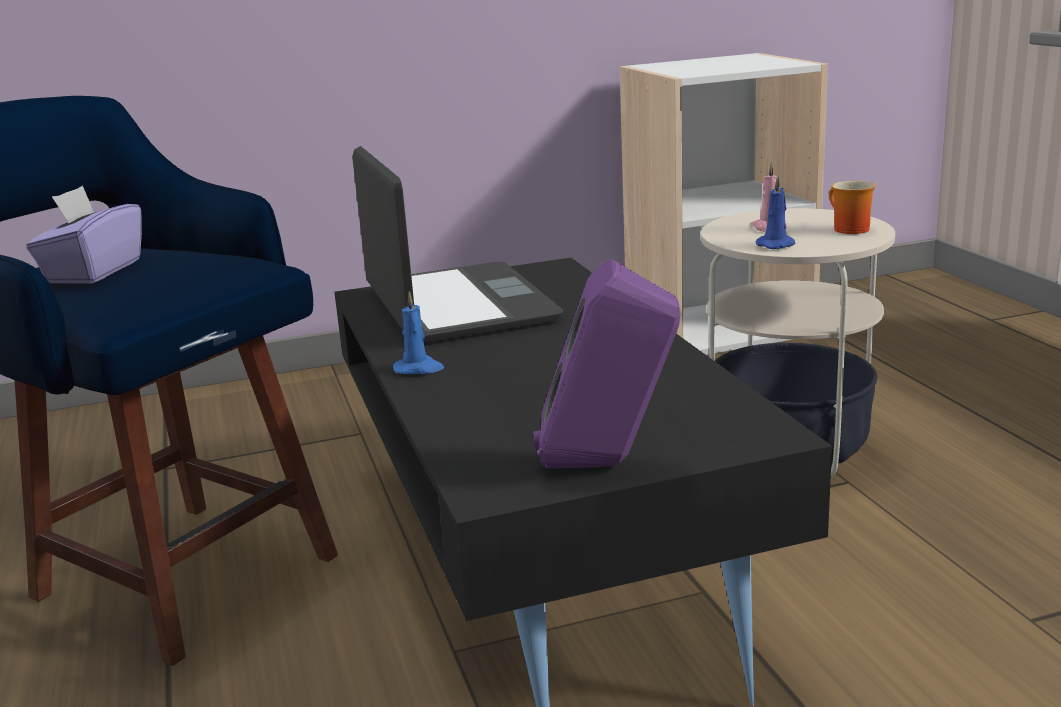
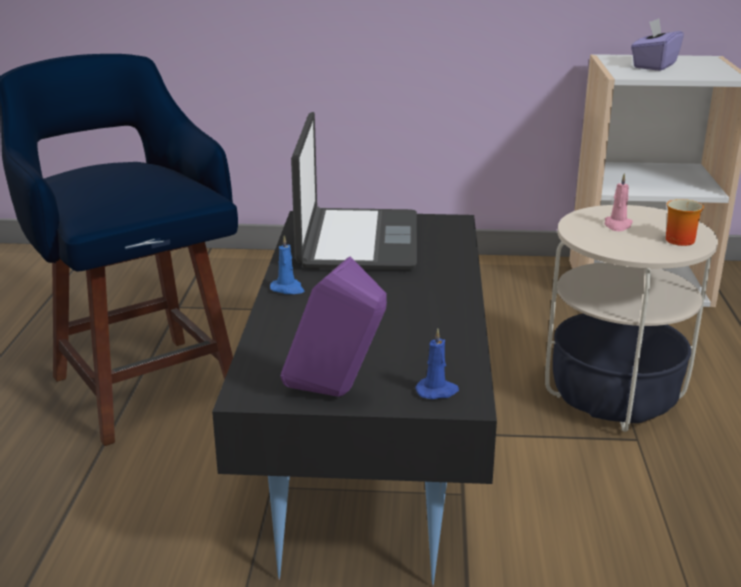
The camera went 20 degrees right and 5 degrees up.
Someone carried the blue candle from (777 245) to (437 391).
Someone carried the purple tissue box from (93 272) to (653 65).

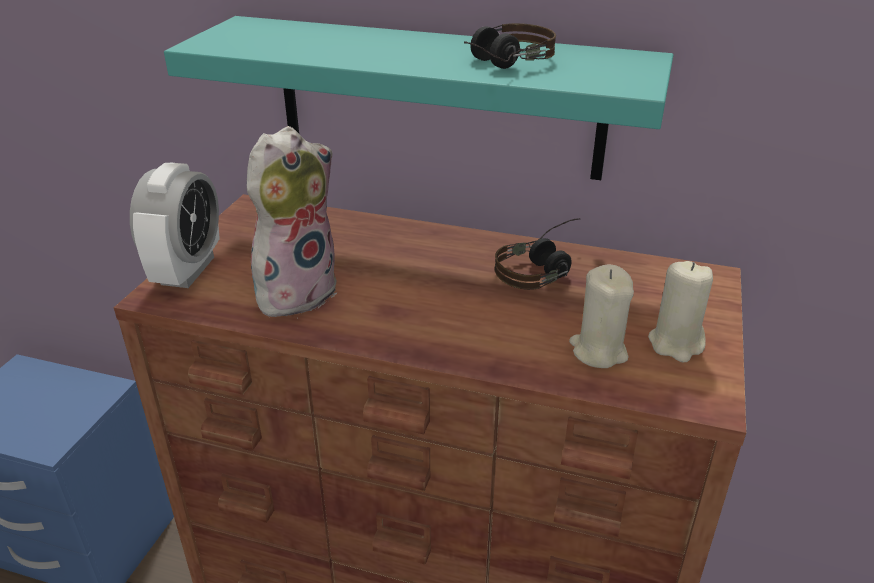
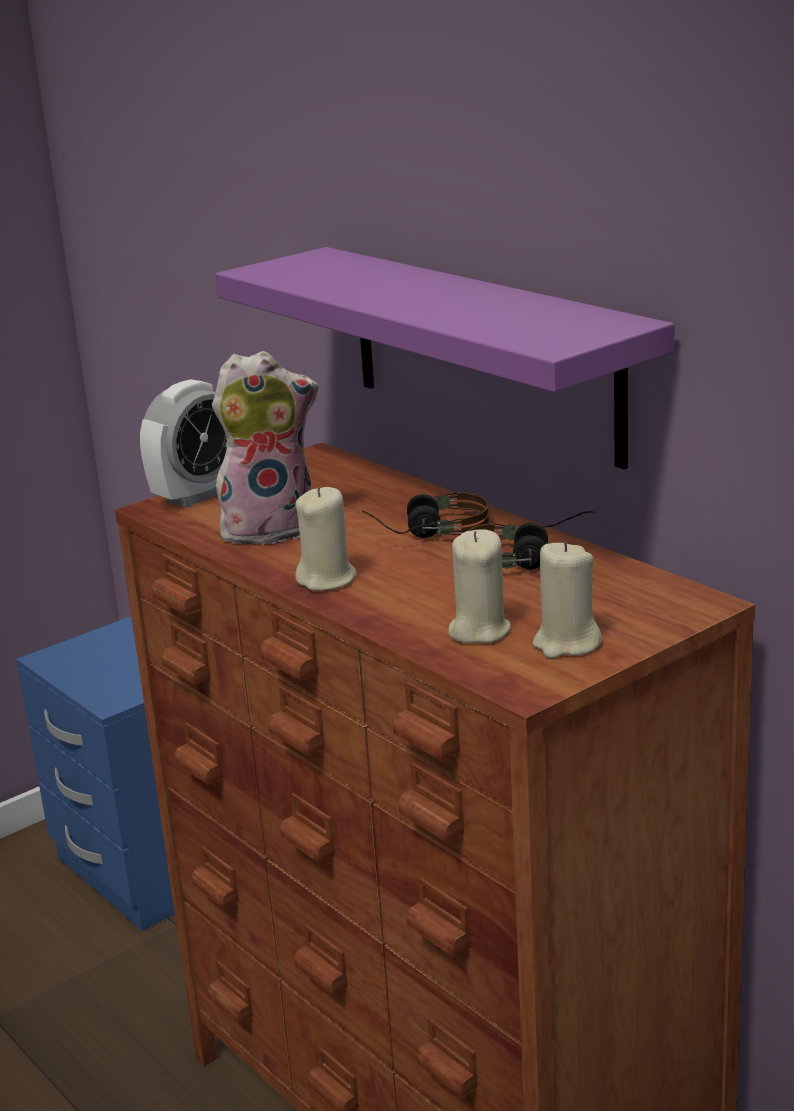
The camera went 35 degrees right and 10 degrees down.
Someone repainted the turquoise shelf at (438 98), which became the purple shelf at (483 352).
Someone carried the headphones from (499 64) to (427 532).
Someone put down the beige candle at (327 579).

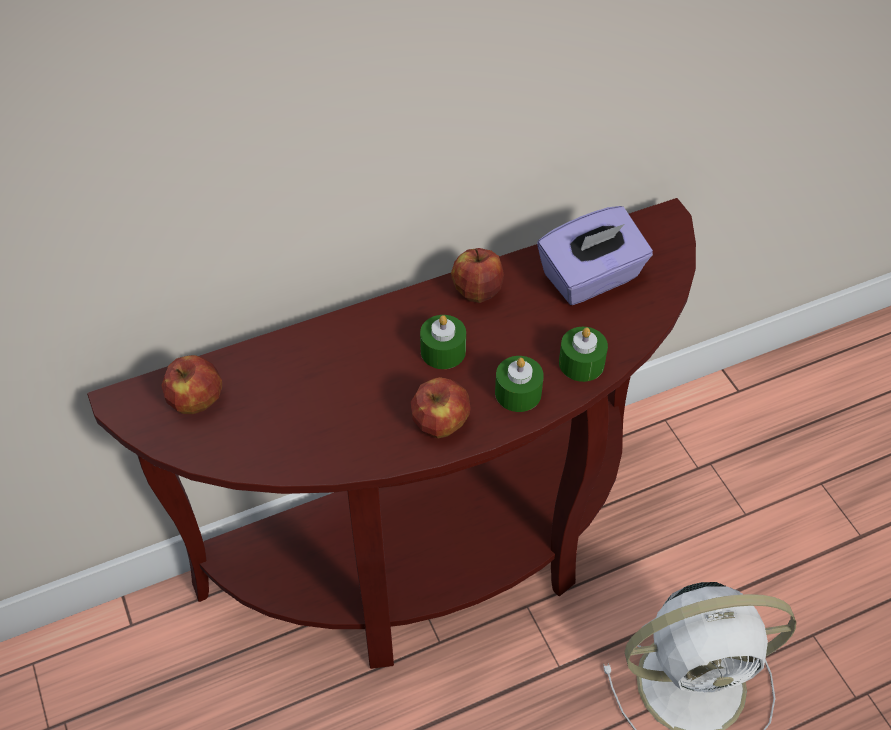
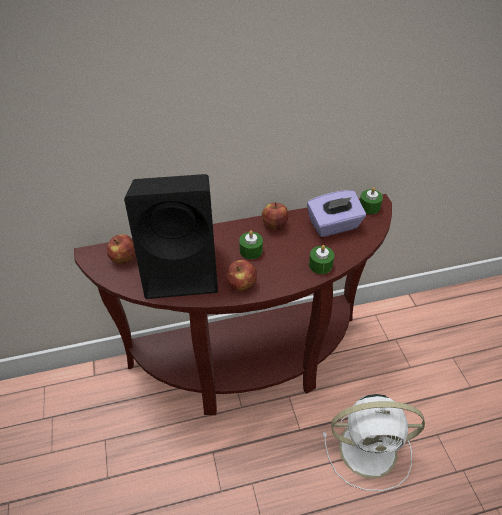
The camera went 10 degrees right and 5 degrees down.
Someone carried the green candle from (518 393) to (369 207).
Someone put down the black speaker at (183 268).

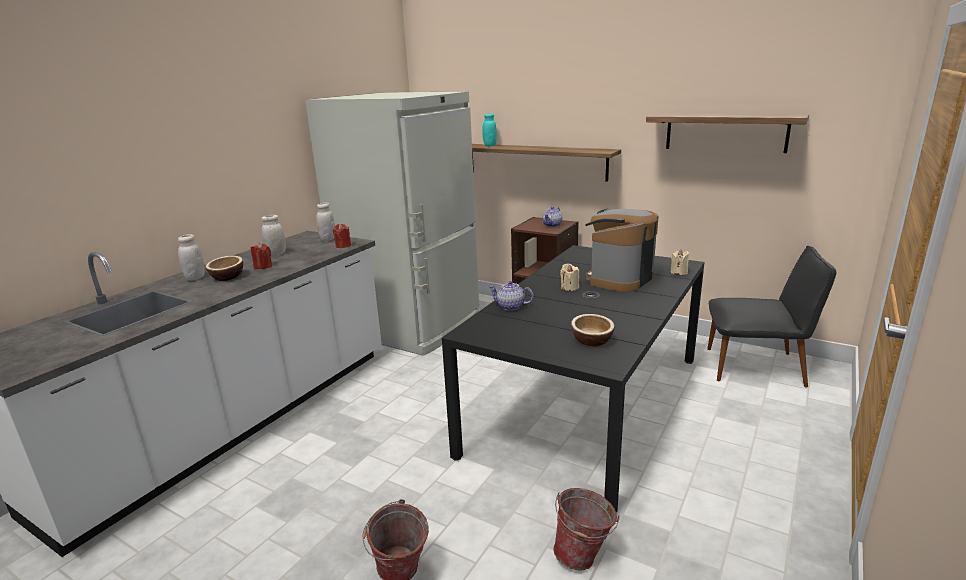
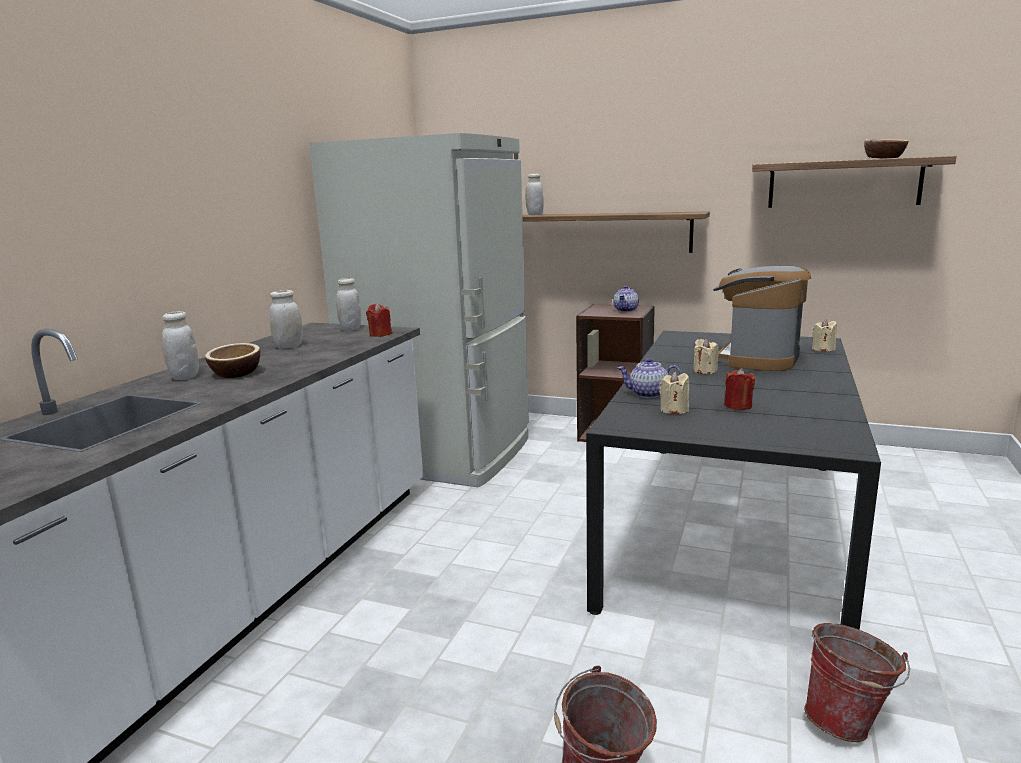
The camera went 10 degrees left and 5 degrees down.
Someone repainted the turquoise jar at (490 145), which became the white jar at (534 215).
Someone carried the red candle from (263 266) to (738 406).
Someone took away the black chair at (754 366).
Someone carried the bowl from (591 340) to (883 158).
Someone put down the beige candle at (674 410).

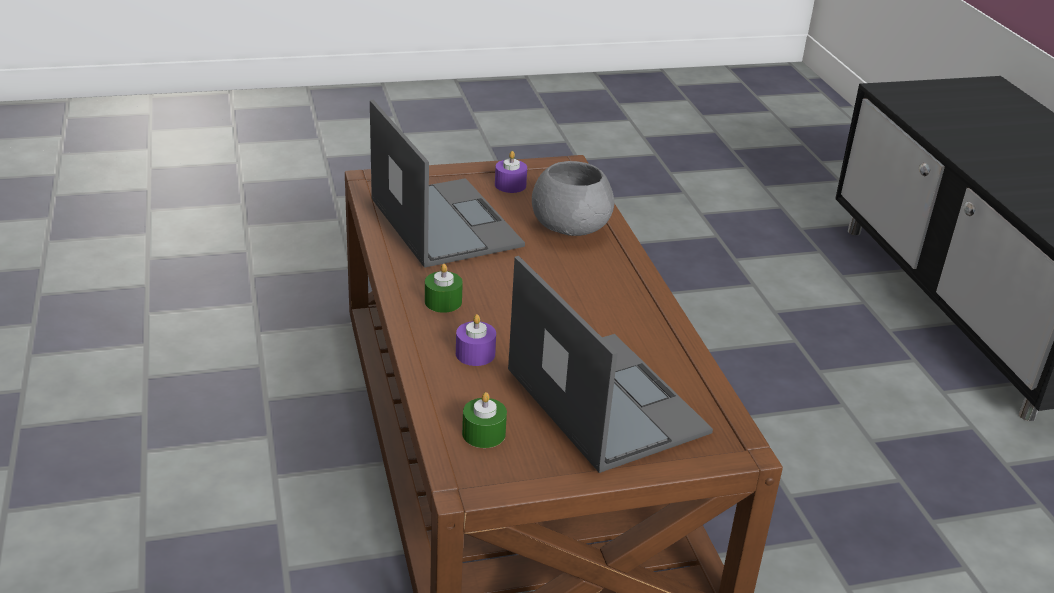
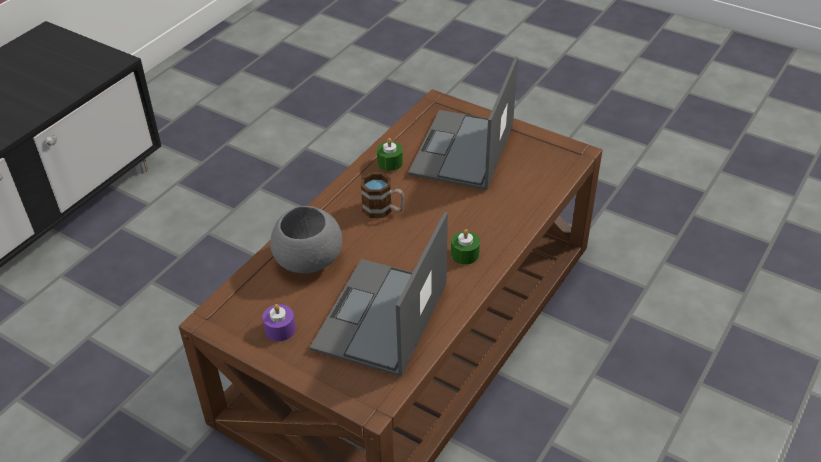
The camera went 130 degrees left and 10 degrees up.
Someone took away the purple candle at (475 354).
Someone carried the green candle from (483 433) to (390 162).
Someone put down the mug at (383 210).

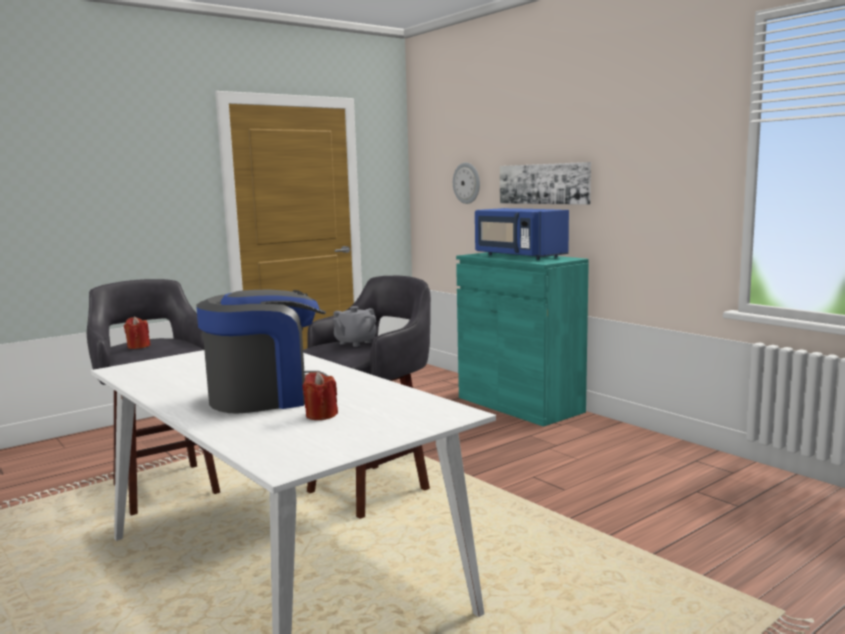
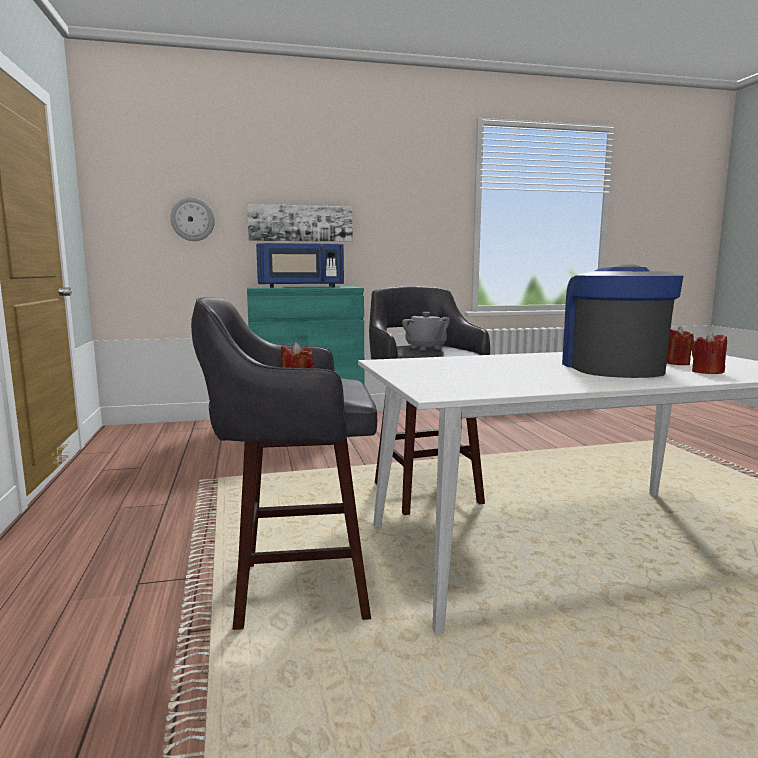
The camera went 65 degrees left and 0 degrees up.
Someone put down the red candle at (707 372).

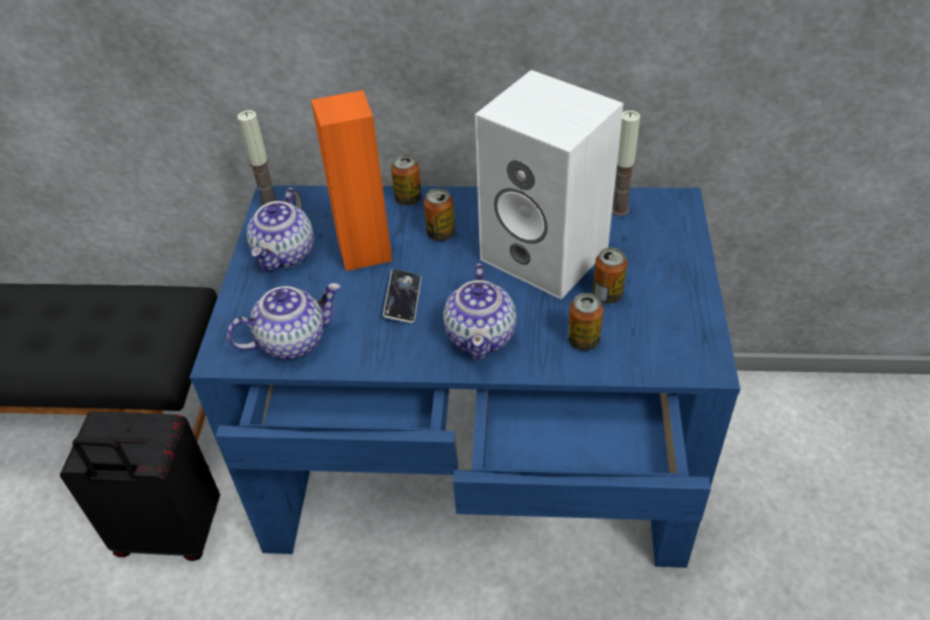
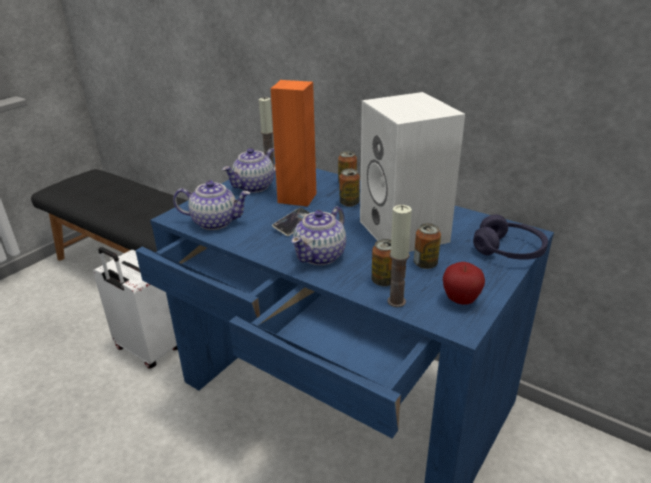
The camera went 30 degrees right and 15 degrees down.
Someone carried the candle from (619 209) to (396 301).
Someone repainted the black suitcase at (169 535), which became the white suitcase at (148 350).
Someone put down the purple headphones at (508 250).
Someone put down the apple at (460 300).

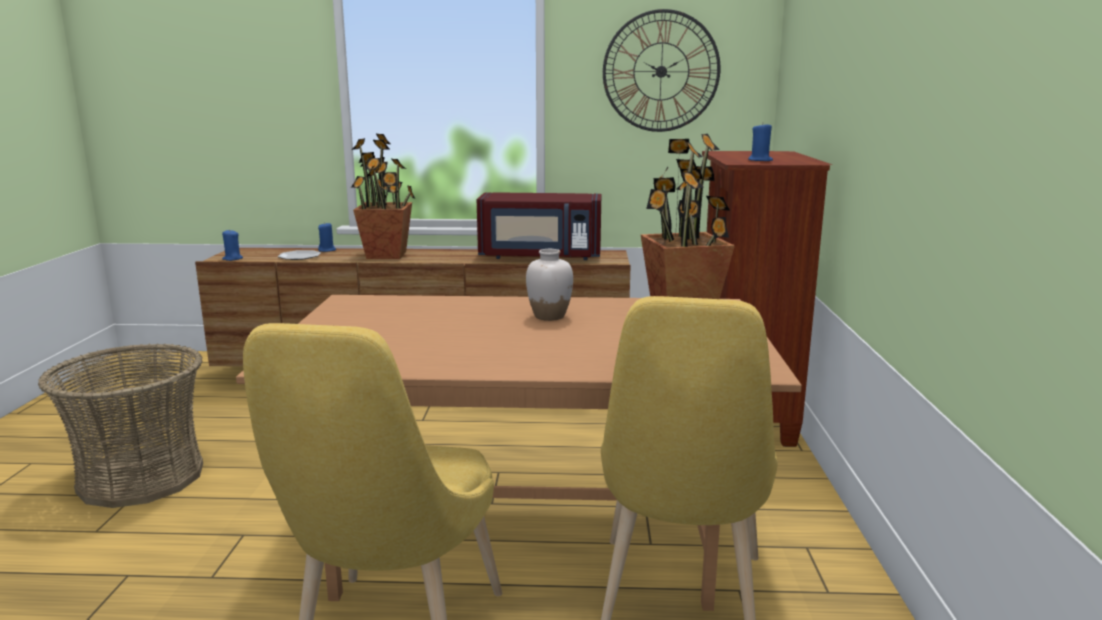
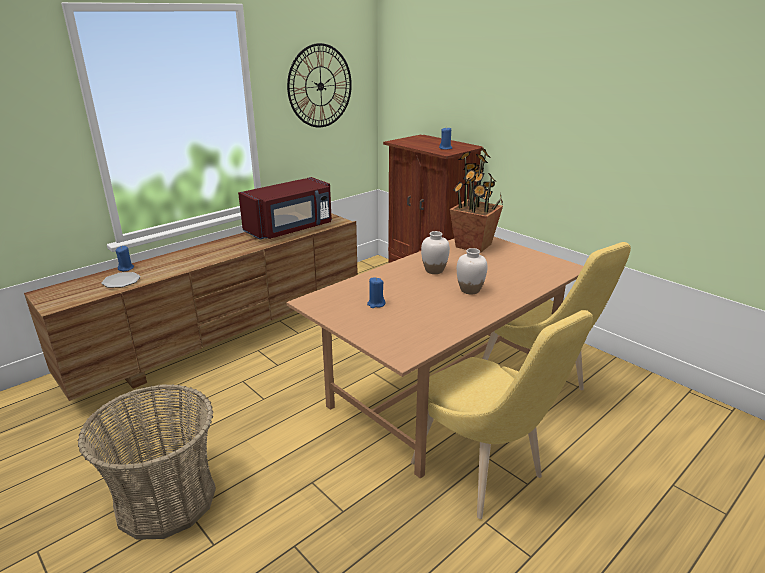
The camera went 45 degrees left and 10 degrees up.
Someone took away the potted plant at (386 255).
Someone carried the blue candle from (232 259) to (376 304).
Someone put down the white vase at (470 290).

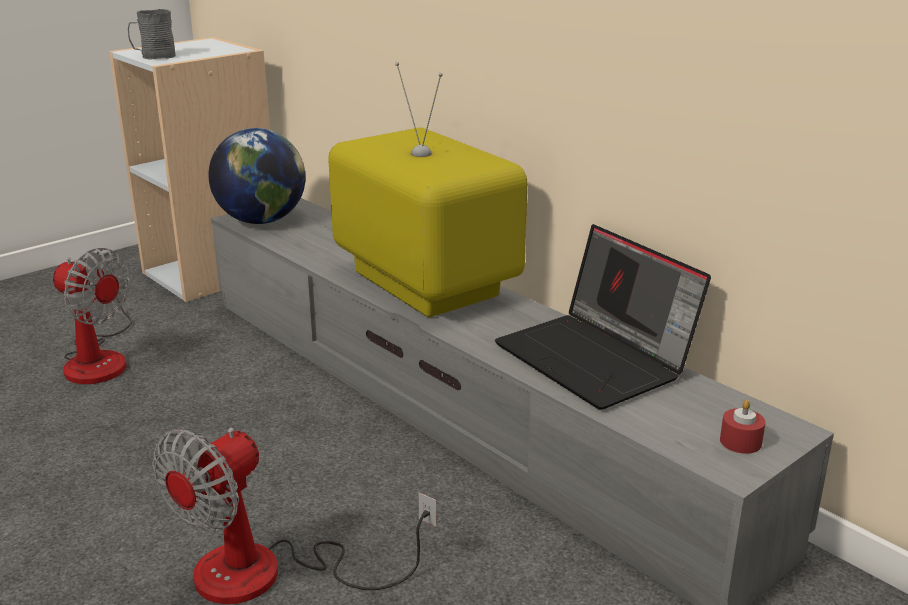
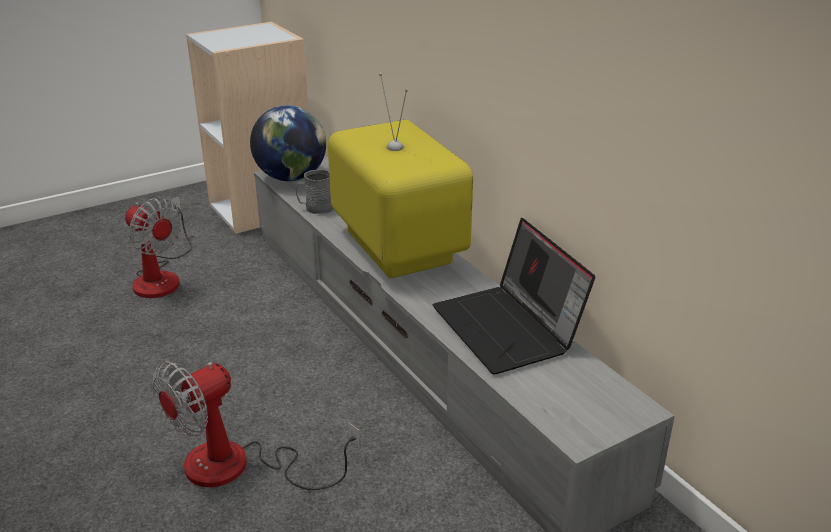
The camera went 10 degrees right and 5 degrees up.
Someone carried the grey mug from (153 56) to (315 208).
Someone took away the red candle at (740 442).

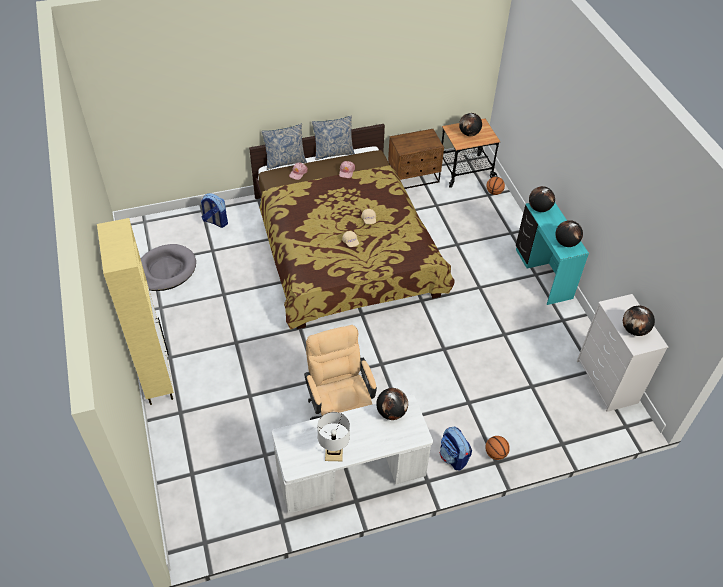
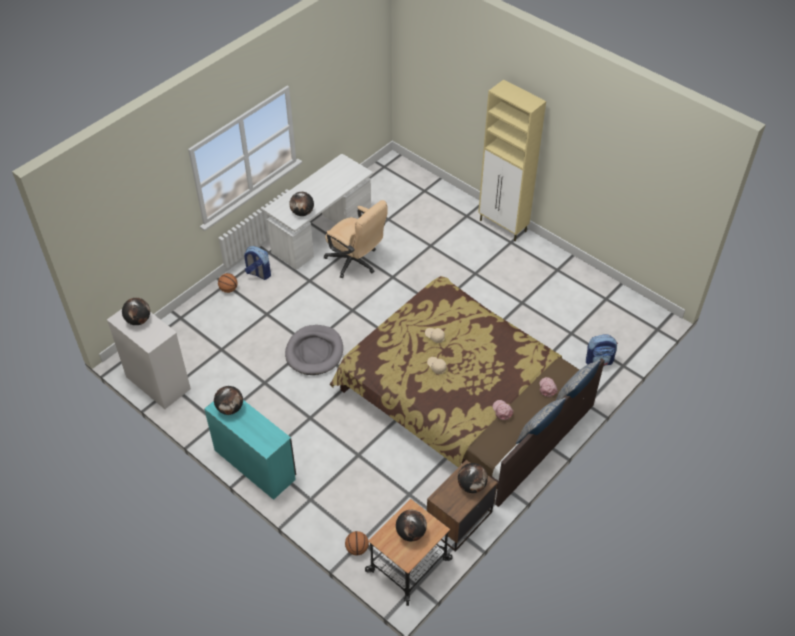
The camera went 150 degrees right and 0 degrees up.
Someone carried the globe from (539 208) to (472 486).
Someone carried the grey dog bed from (165 270) to (314 352).
Someone took away the white table lamp at (333 455).

